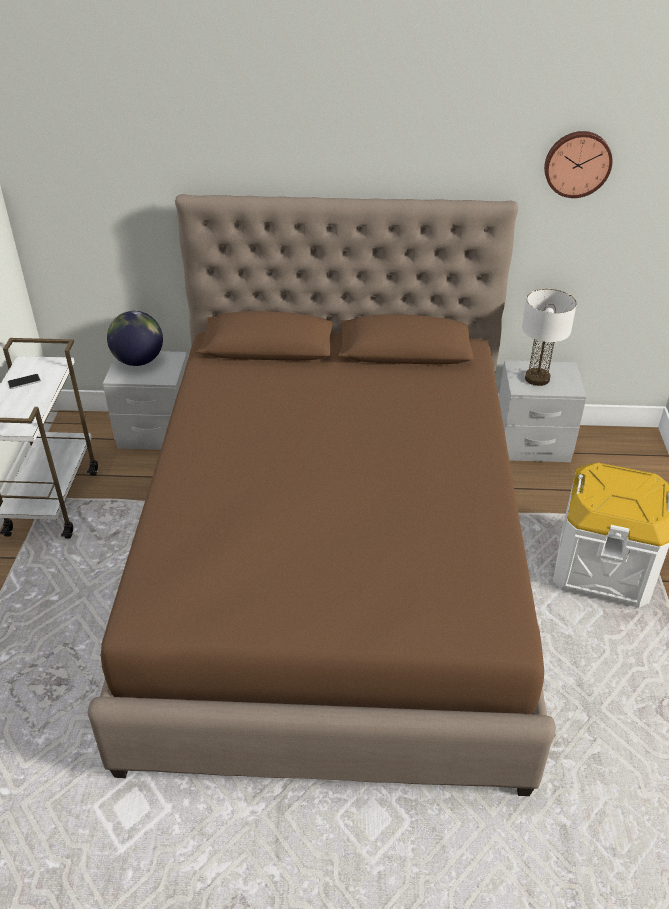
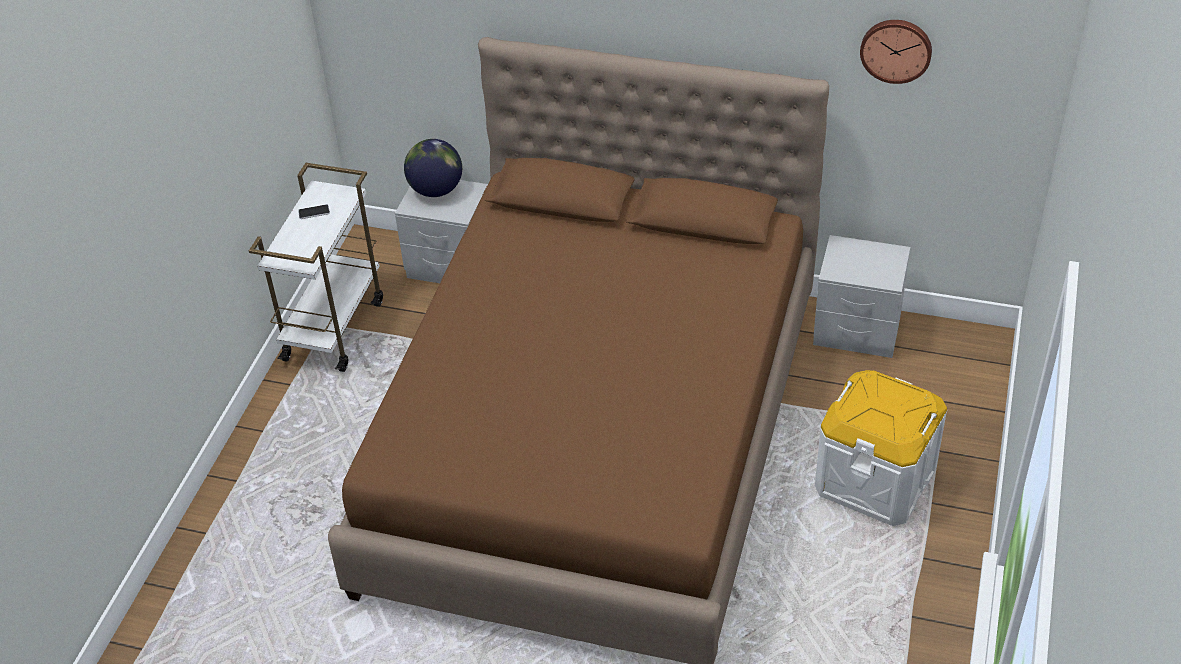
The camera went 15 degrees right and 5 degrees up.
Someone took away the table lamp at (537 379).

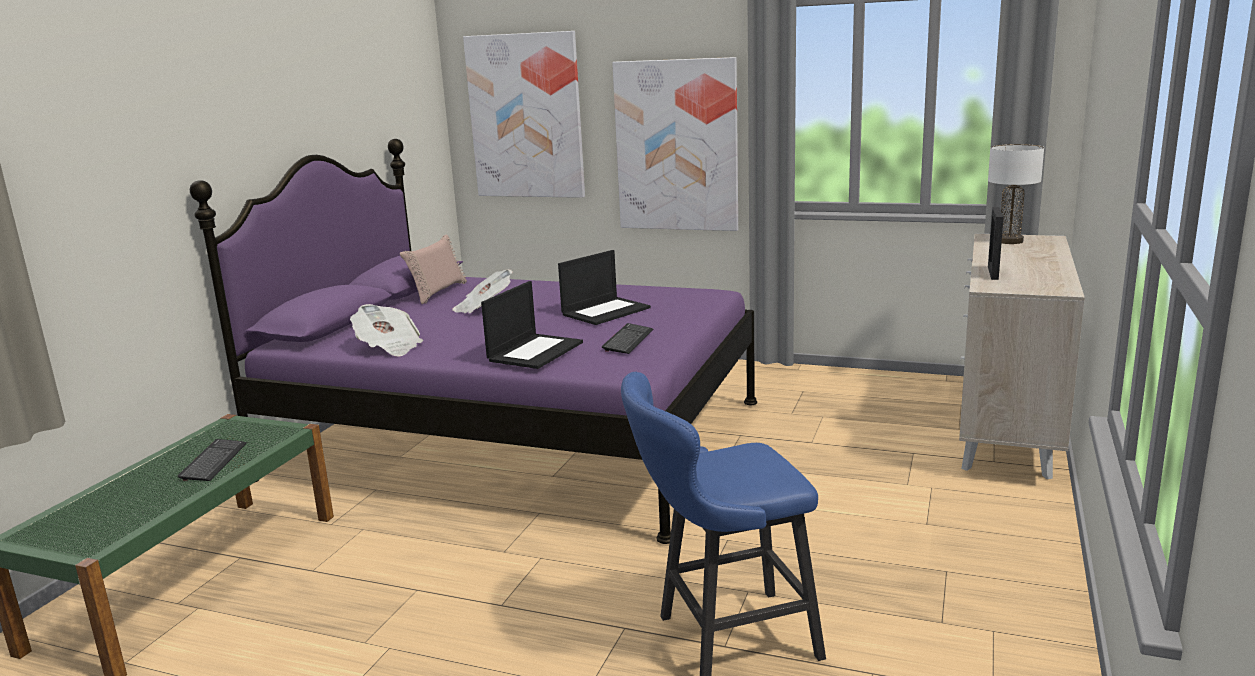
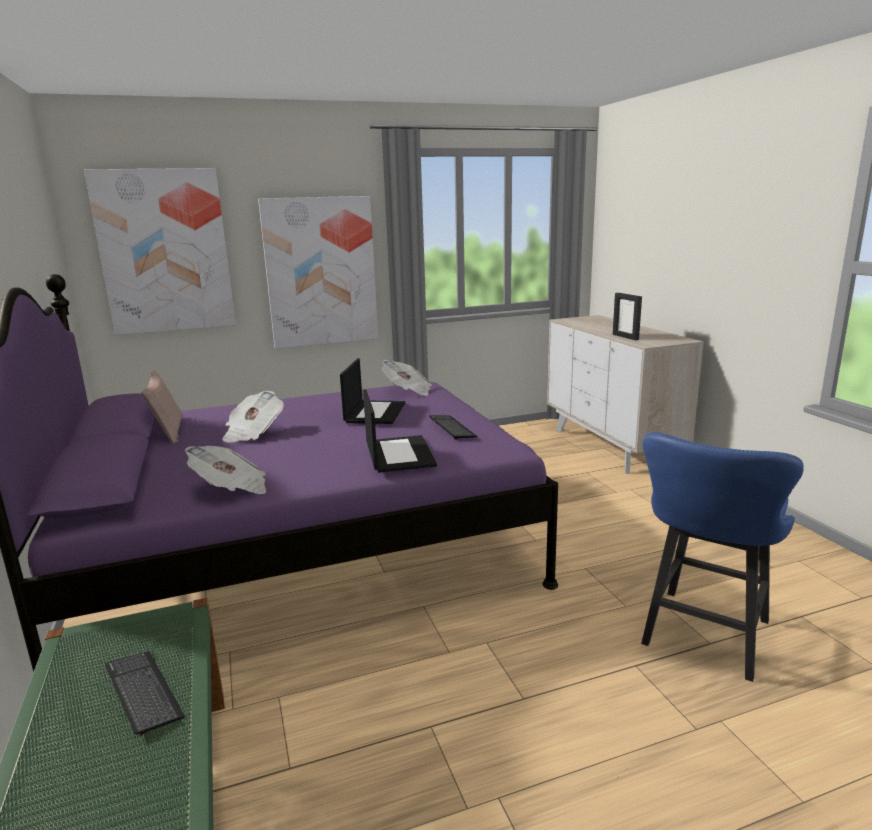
The camera went 40 degrees left and 0 degrees up.
Someone took away the table lamp at (1009 241).
Someone put down the newspaper at (408 391).

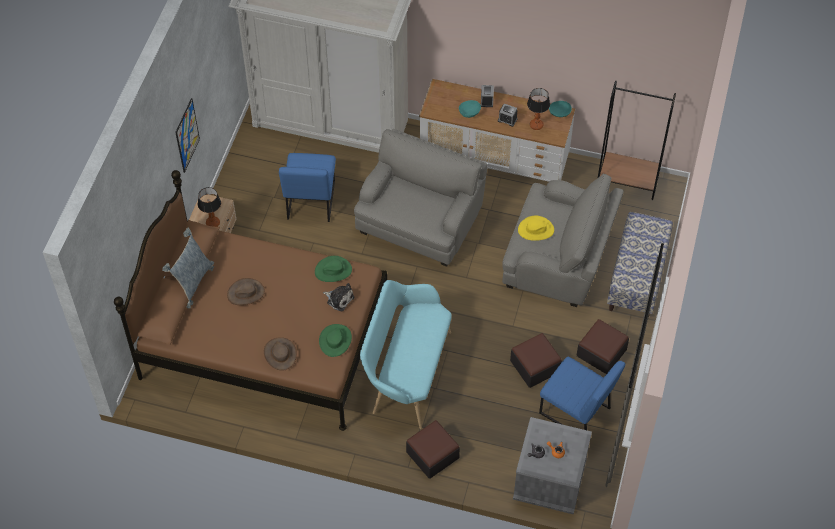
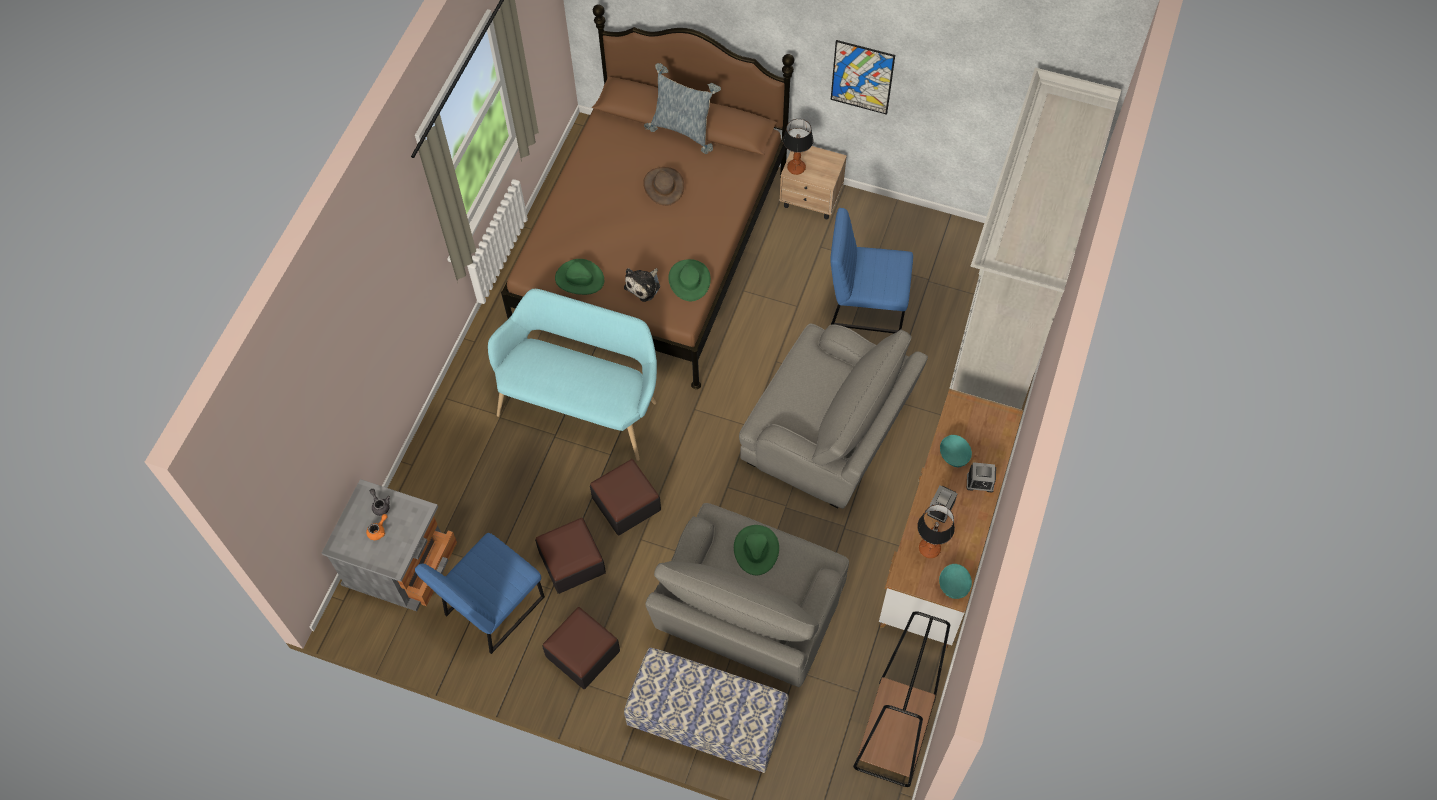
The camera went 95 degrees right and 5 degrees up.
Someone repainted the yellow hat at (536 230), which became the green hat at (756 550).
Someone took away the brown hat at (280 354).
Someone carried the ottoman from (432 455) to (626 504).

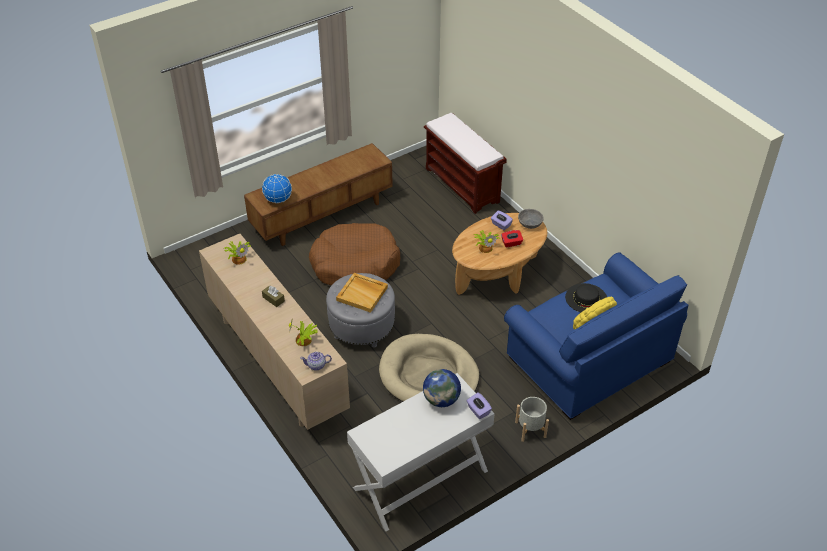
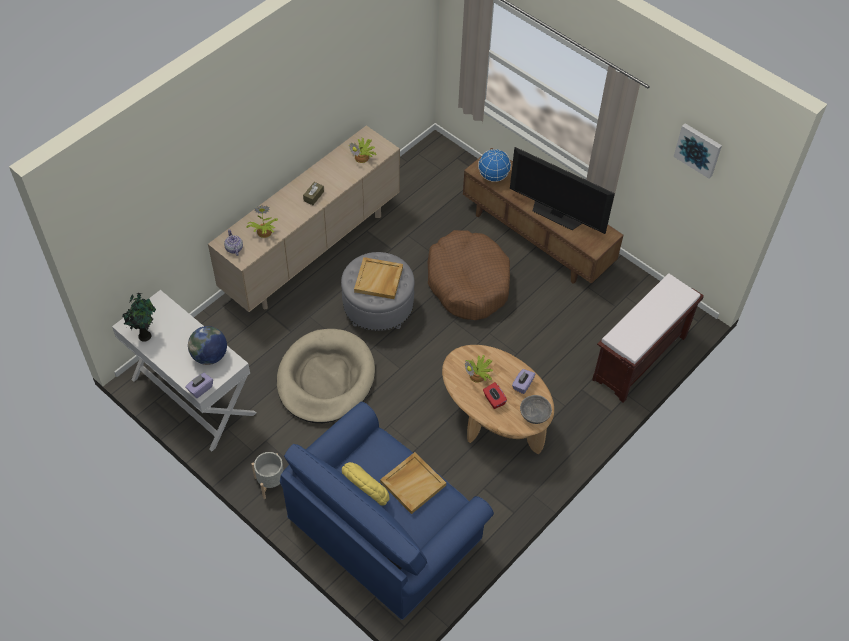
The camera went 75 degrees right and 10 degrees up.
Someone swapped the black hat at (586 298) for the beige tray at (413 483).
Someone put up the picture at (698 149).
Someone put down the television at (556 214).
Someone put down the potted plant at (145 335).

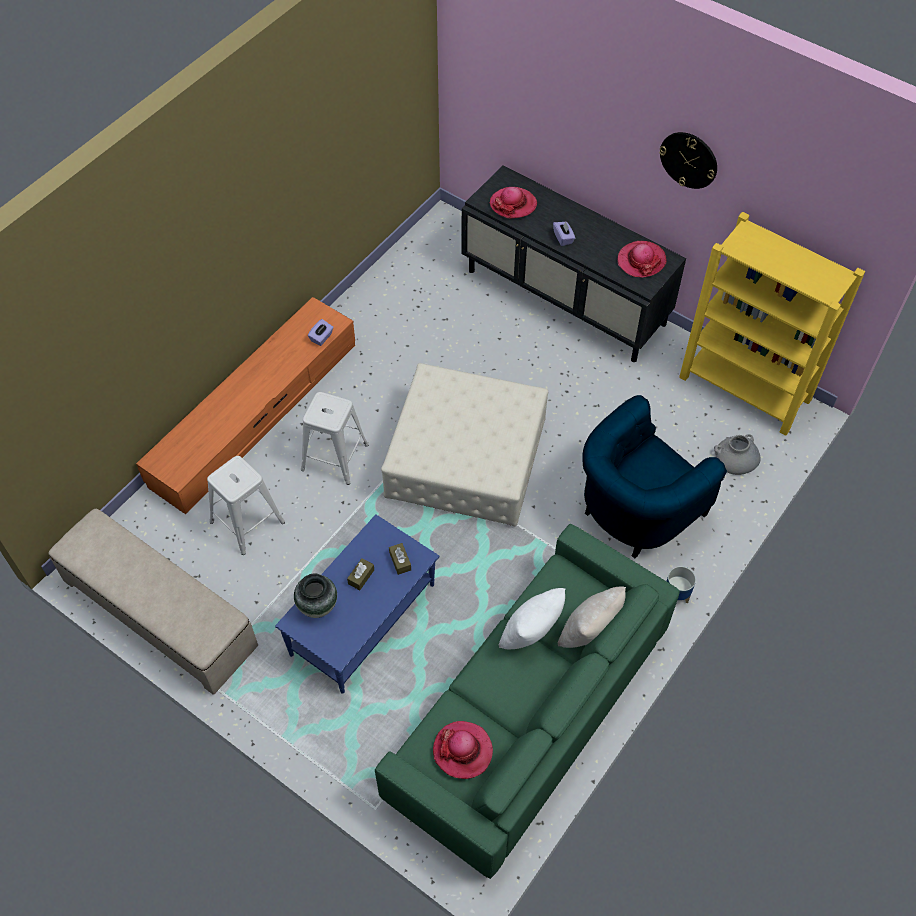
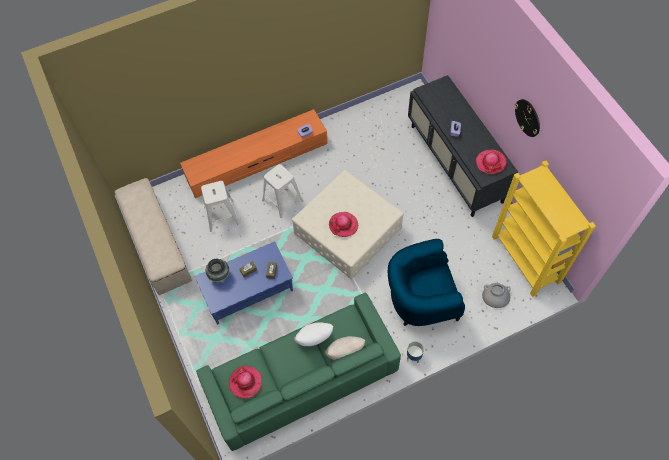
The camera went 30 degrees right and 5 degrees up.
Someone carried the hat from (513 204) to (343 225).

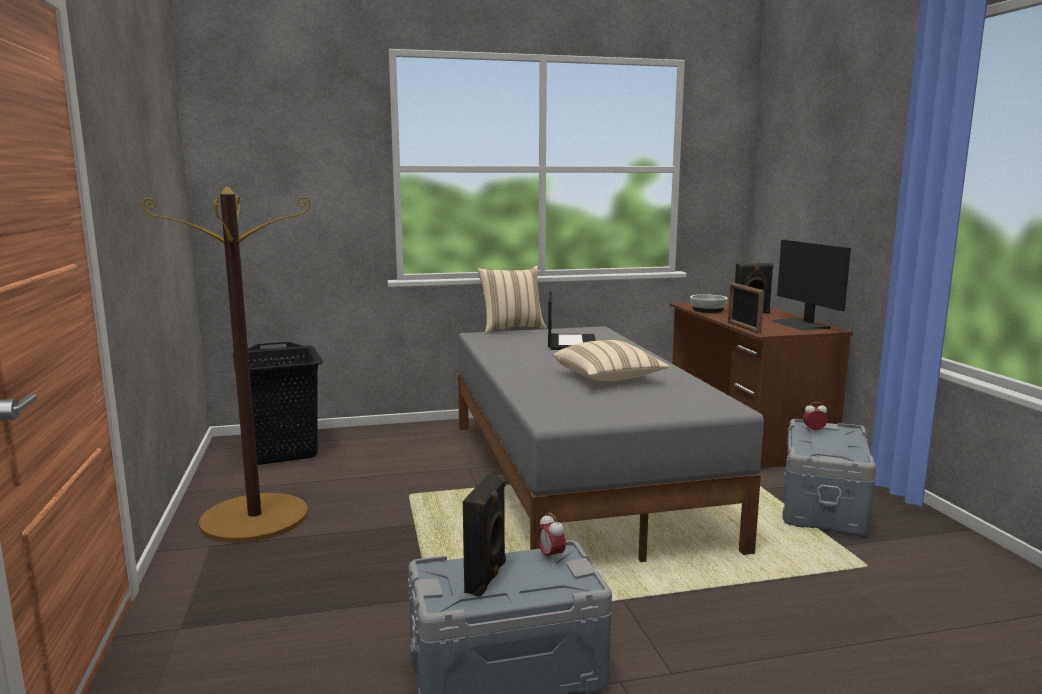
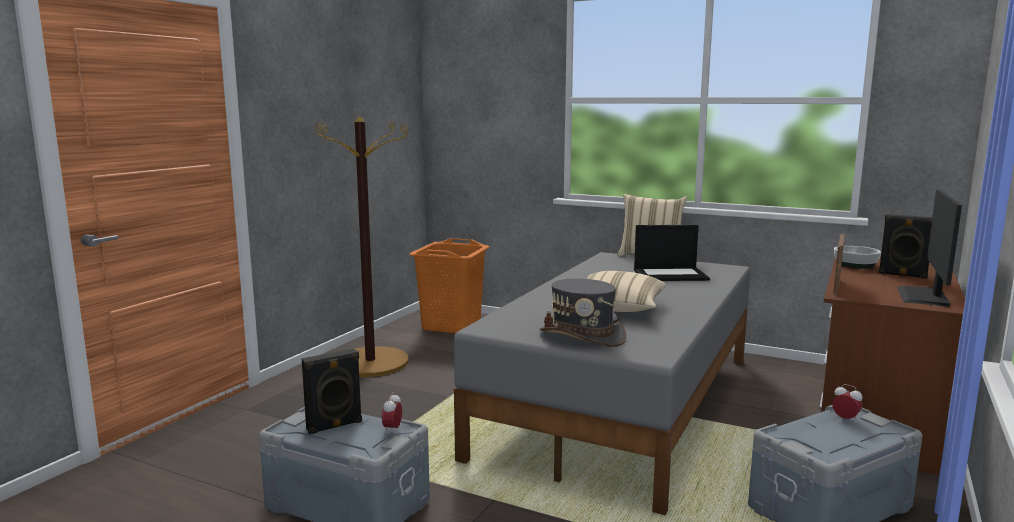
The camera went 40 degrees right and 0 degrees up.
Someone rotated the laptop at (570 342) by 45 degrees clockwise.
Someone repainted the black laundry basket at (284 451), which became the orange laundry basket at (452 325).
Someone put down the grey hat at (582 336).

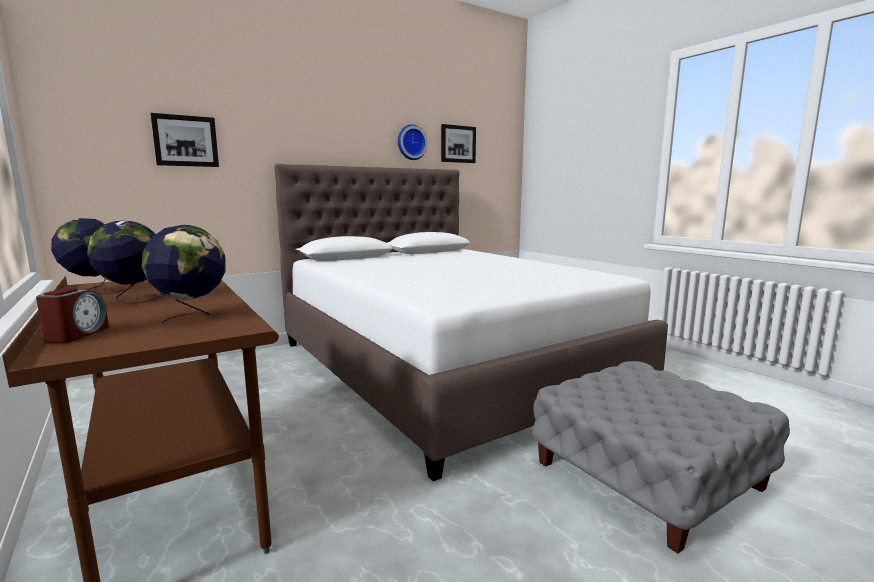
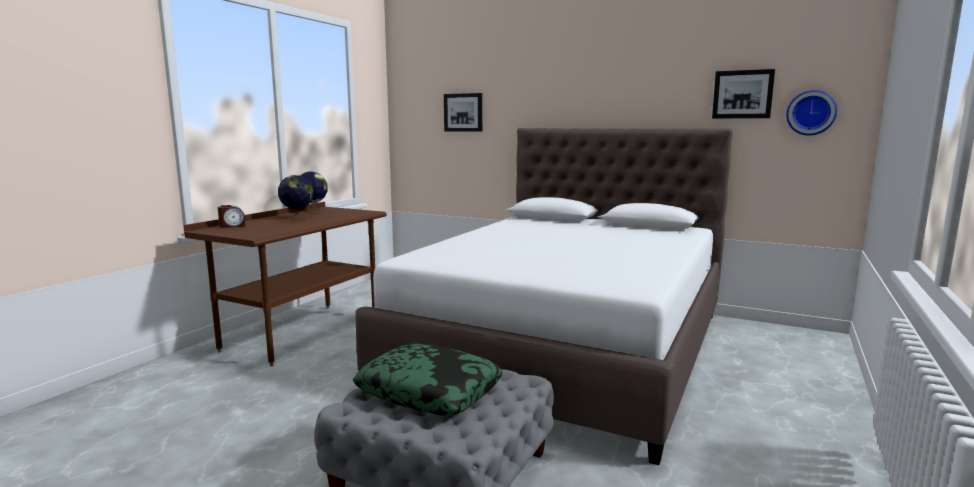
The camera went 60 degrees right and 0 degrees up.
Someone carried the wall clock from (411 142) to (811 113).
Someone took away the globe at (191 318).
Someone put down the pillow at (429 391).

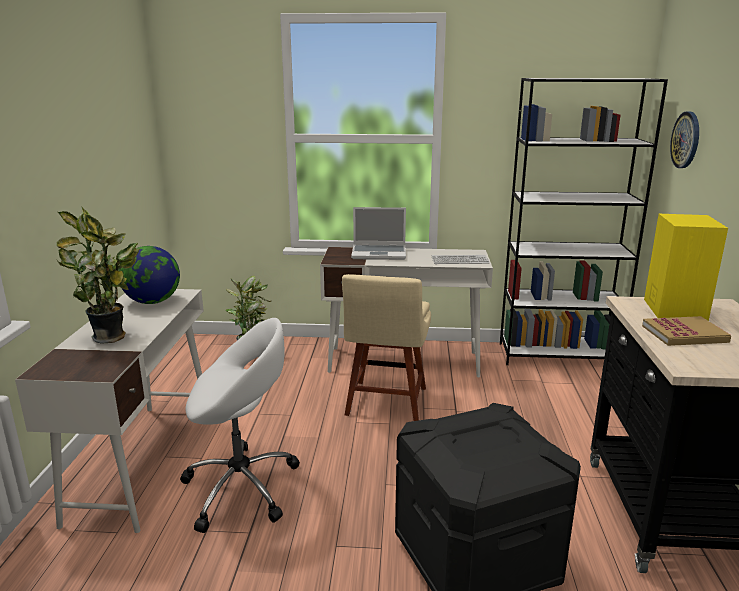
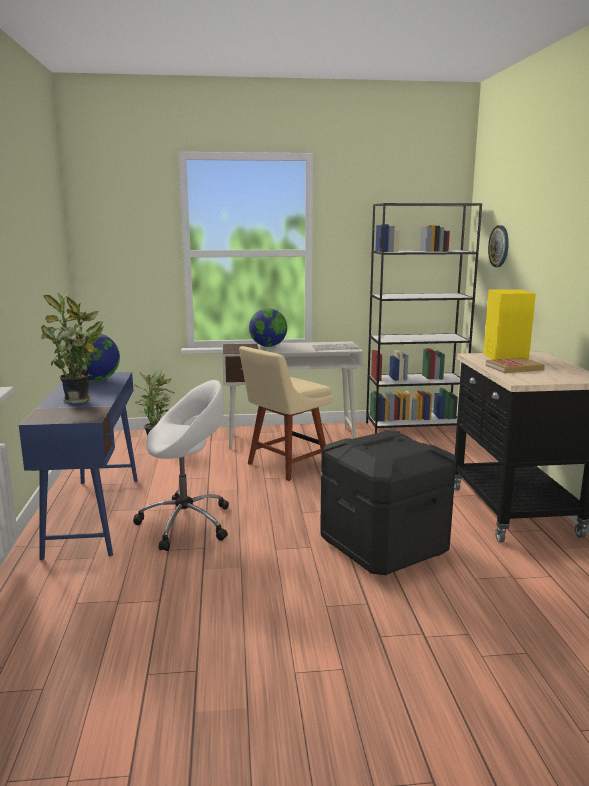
The camera went 10 degrees left and 5 degrees down.
Someone swapped the laptop at (379 253) for the globe at (268 346).
Someone rotated the beige chair at (385 403) by 45 degrees clockwise.
Someone repainted the white desk at (144 460), which became the blue desk at (95 514).

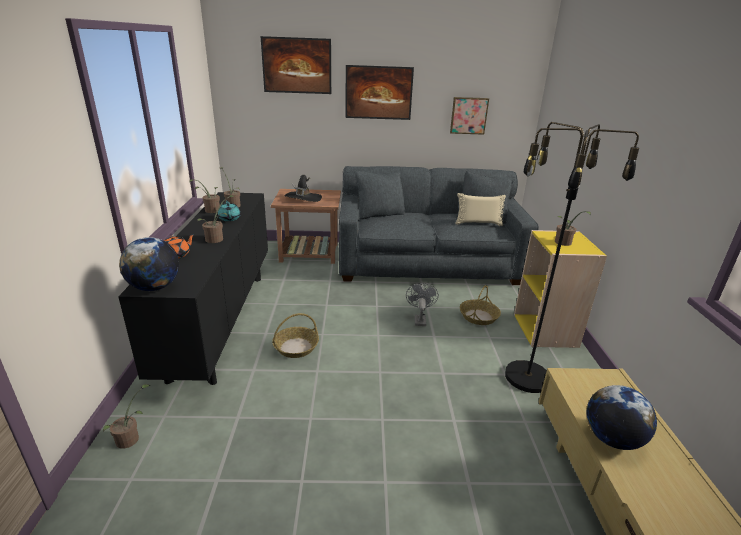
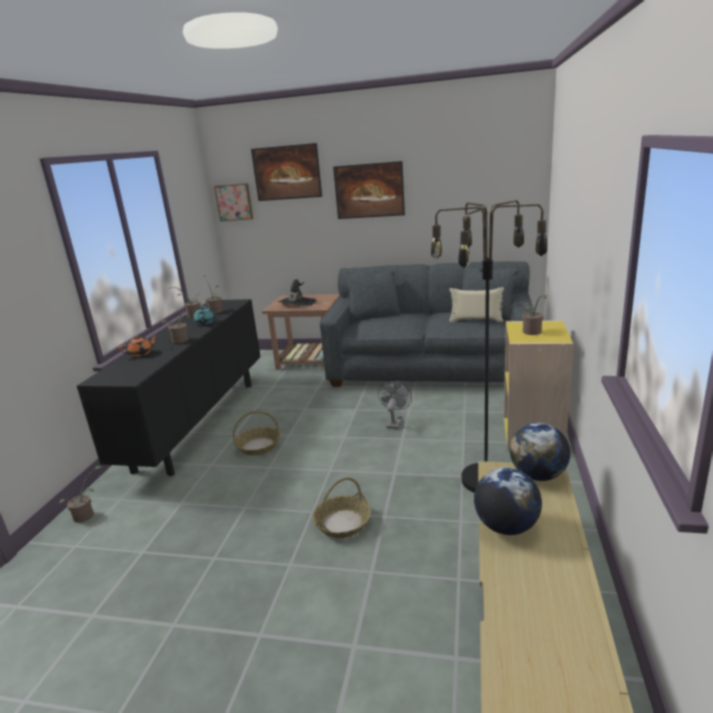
The camera went 15 degrees right and 5 degrees down.
Someone carried the picture from (468 115) to (234 202).
Someone carried the globe from (154 287) to (538 475).
Someone carried the basket from (478 317) to (342 523).

